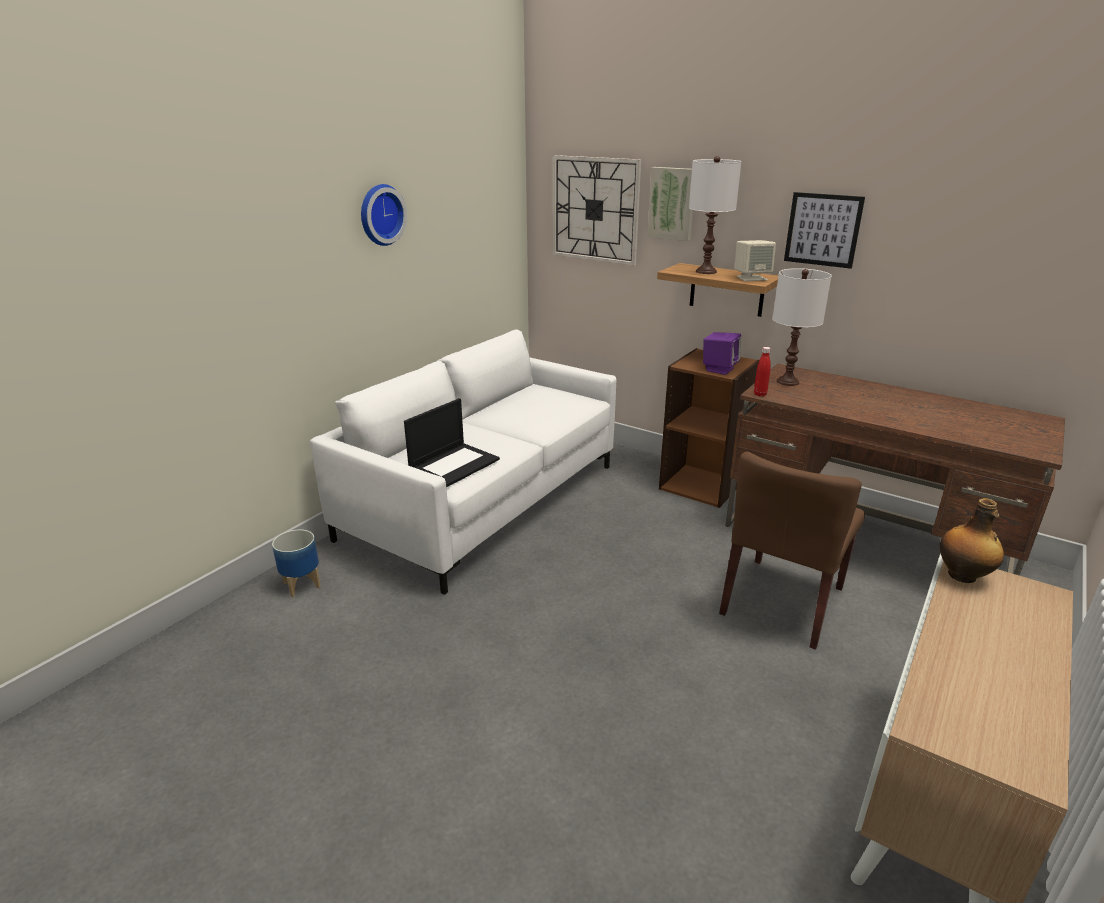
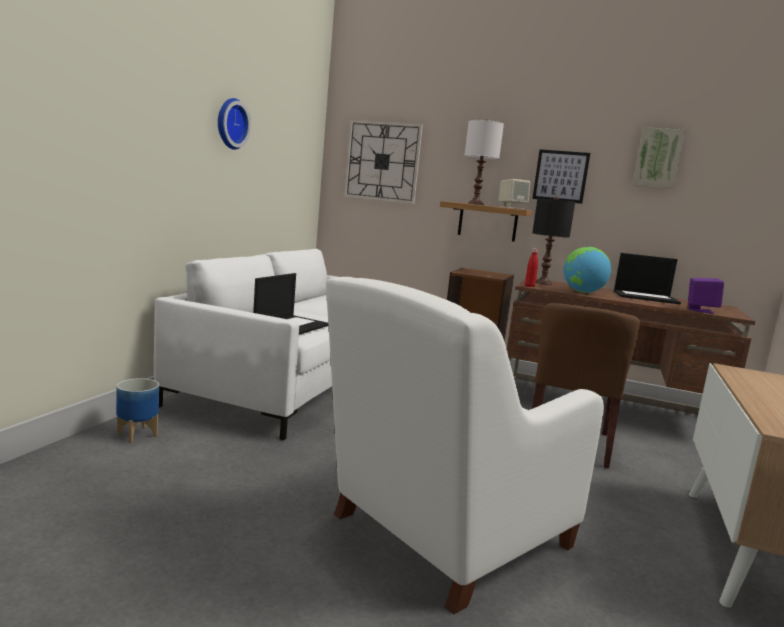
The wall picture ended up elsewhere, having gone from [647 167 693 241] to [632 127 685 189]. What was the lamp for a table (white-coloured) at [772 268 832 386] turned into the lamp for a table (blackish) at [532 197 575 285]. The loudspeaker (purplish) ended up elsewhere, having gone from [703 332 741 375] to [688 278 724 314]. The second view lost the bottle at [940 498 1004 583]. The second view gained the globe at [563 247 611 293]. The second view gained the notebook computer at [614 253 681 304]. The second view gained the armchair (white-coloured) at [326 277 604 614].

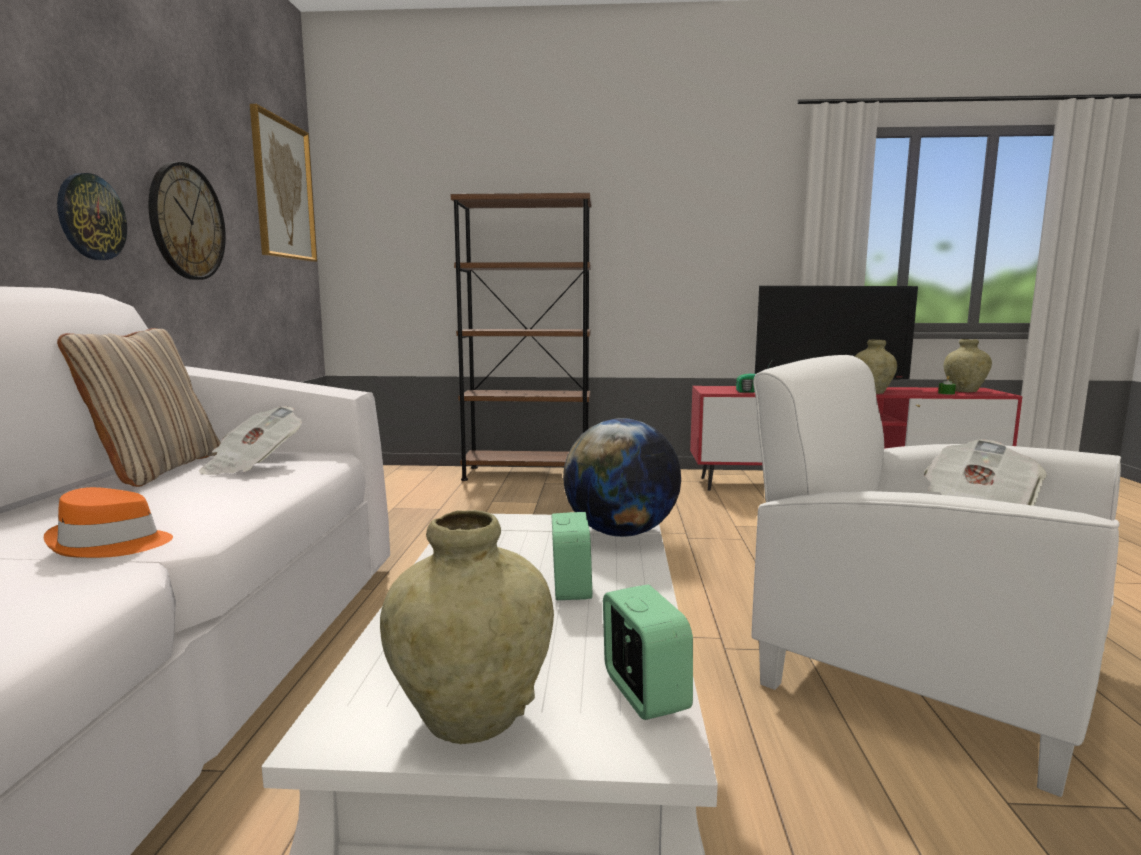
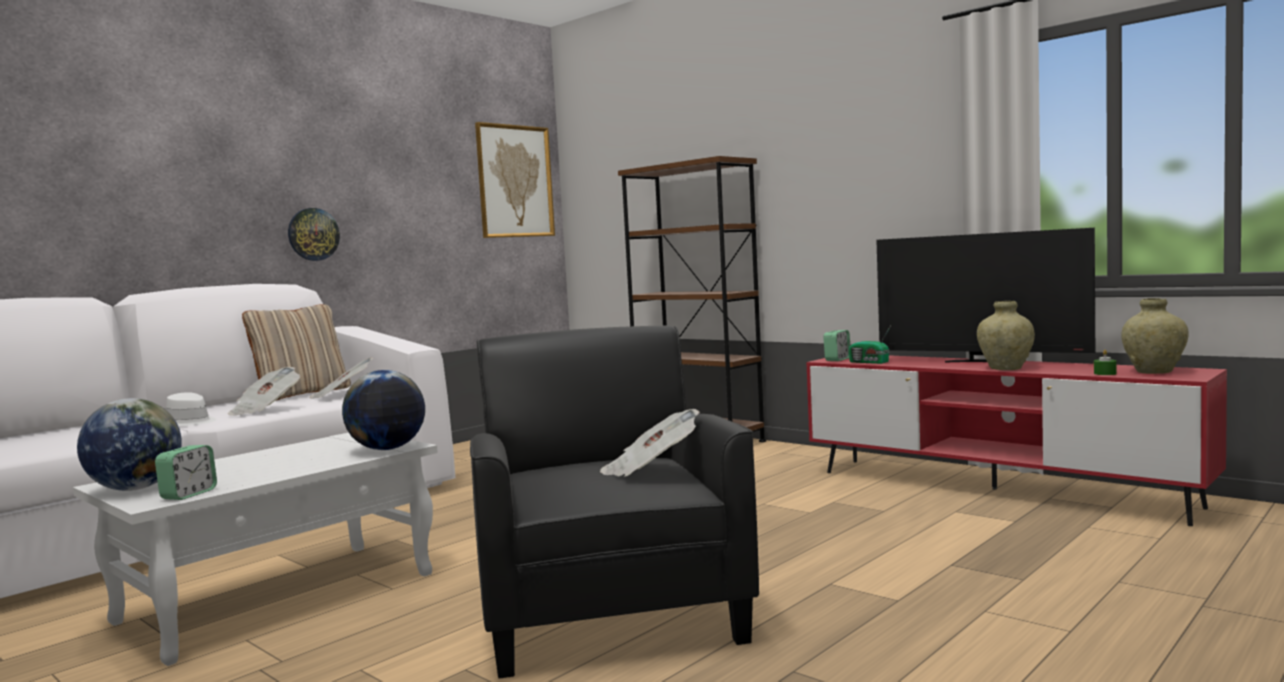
The second view lost the wall clock at [148 162 226 280]. What was the armchair (white-coloured) at [752 355 1121 797] turned into the armchair (blackish) at [470 326 759 679]. What was the wearable hat (orangey) at [44 487 173 558] turned into the wearable hat (white-coloured) at [166 392 216 426]. Where the vase (beige) stood at [380 510 554 744], the globe came to stand at [77 398 182 491]. The table clock ended up elsewhere, having gone from [552 512 592 600] to [823 330 850 361]. The second view gained the newspaper at [228 367 300 416].

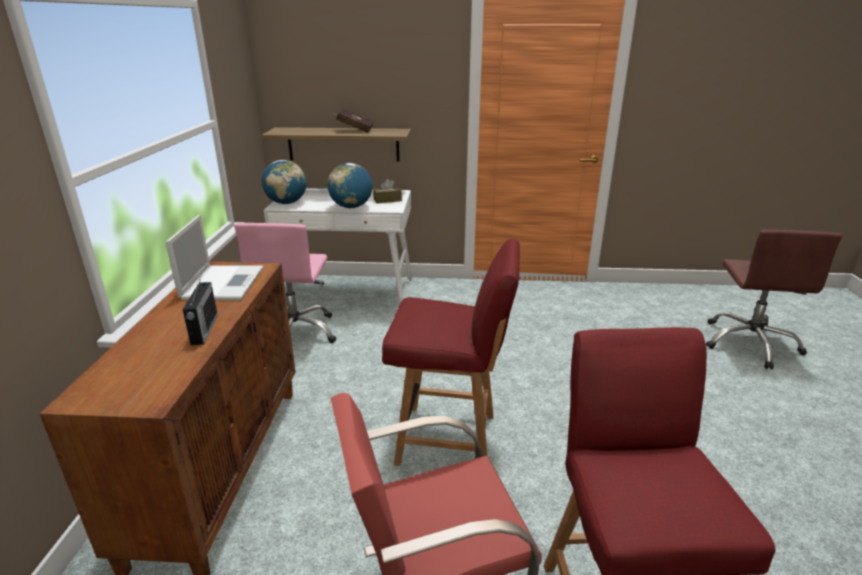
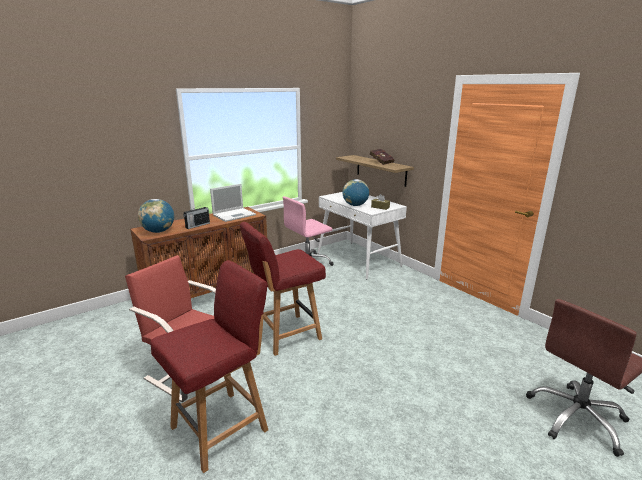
The globe ended up elsewhere, having gone from [262 160 307 204] to [138 199 174 233]. The plain chair (red-coloured) at [382 239 520 466] ended up facing another way, 90 degrees clockwise from before.

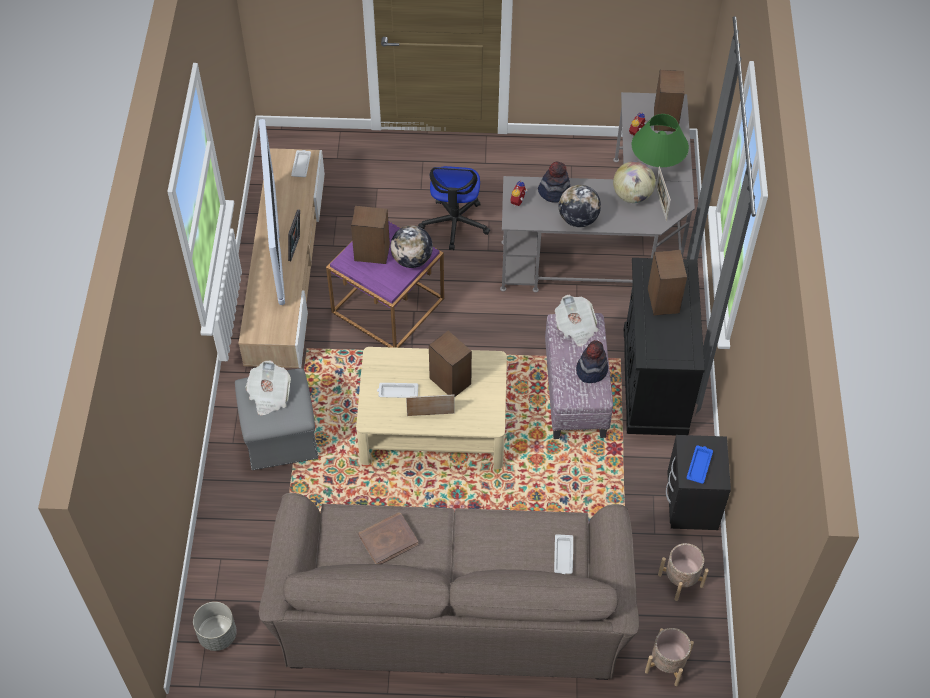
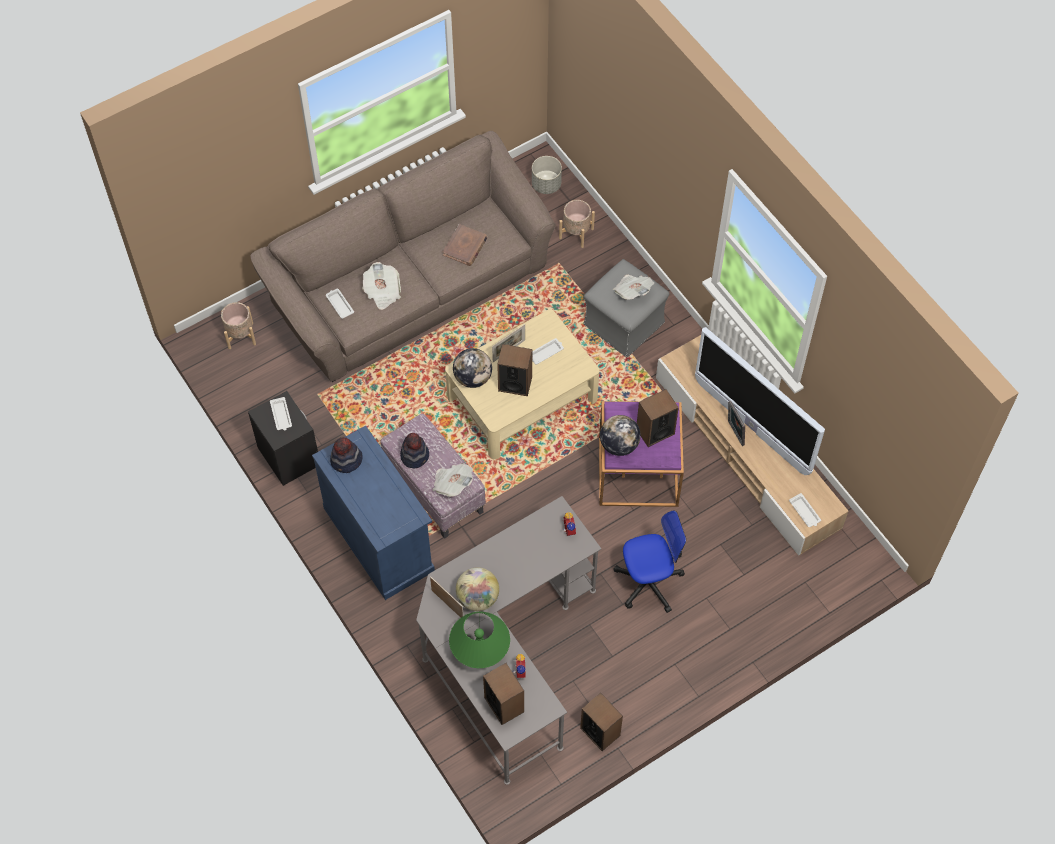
The wearable hat ended up elsewhere, having gone from [538 162 571 203] to [330 437 363 473]. The computer chair at [418 166 490 250] ended up facing another way, 105 degrees clockwise from before. The globe ended up elsewhere, having gone from [559 185 601 227] to [453 348 492 388]. The loudspeaker ended up elsewhere, having gone from [648 250 687 315] to [580 693 623 751]. What was the storage cabinet (blackish) at [624 258 705 435] turned into the storage cabinet (blue-coloured) at [312 426 435 600]. What was the carrying tray (blue-coloured) at [687 445 713 484] turned into the carrying tray (white-coloured) at [270 397 292 431]. The plant pot (beige) ended up elsewhere, having gone from [658 543 709 601] to [559 200 595 248]. The second view gained the newspaper at [362 262 401 310].

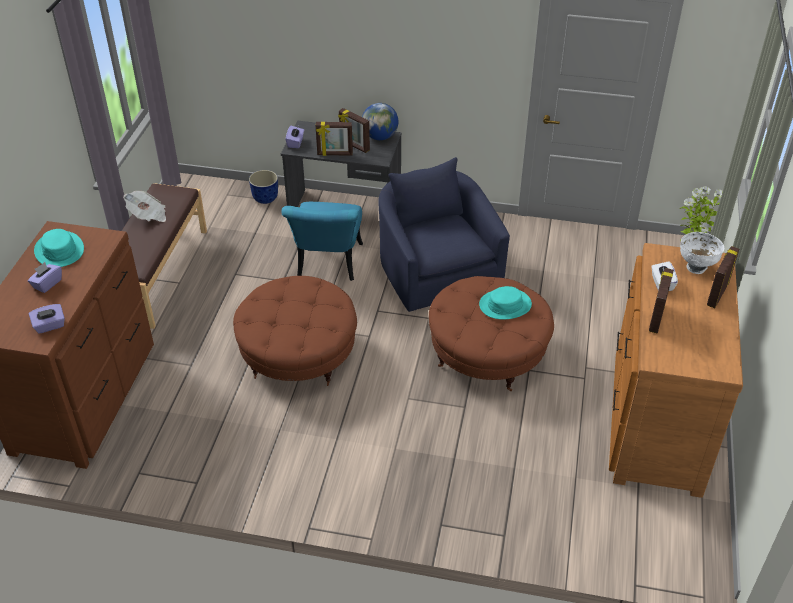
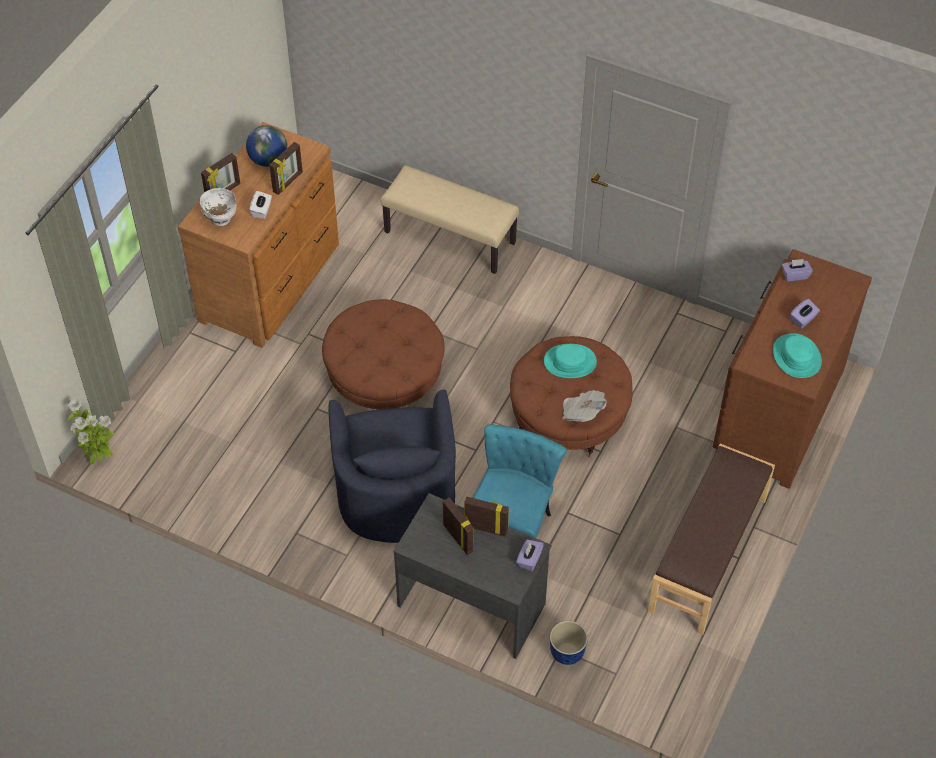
The globe ended up elsewhere, having gone from [362 103 398 140] to [246 125 287 167]. The newspaper ended up elsewhere, having gone from [123 191 166 222] to [563 390 607 422]. The wearable hat (turquoise) ended up elsewhere, having gone from [479 286 532 319] to [544 344 597 378]. The second view gained the long seat (beige) at [381 166 519 274].

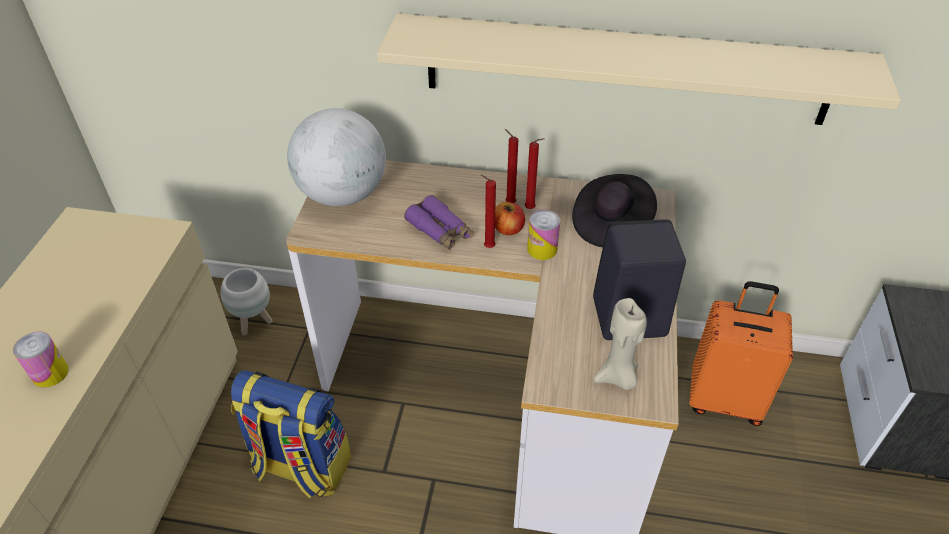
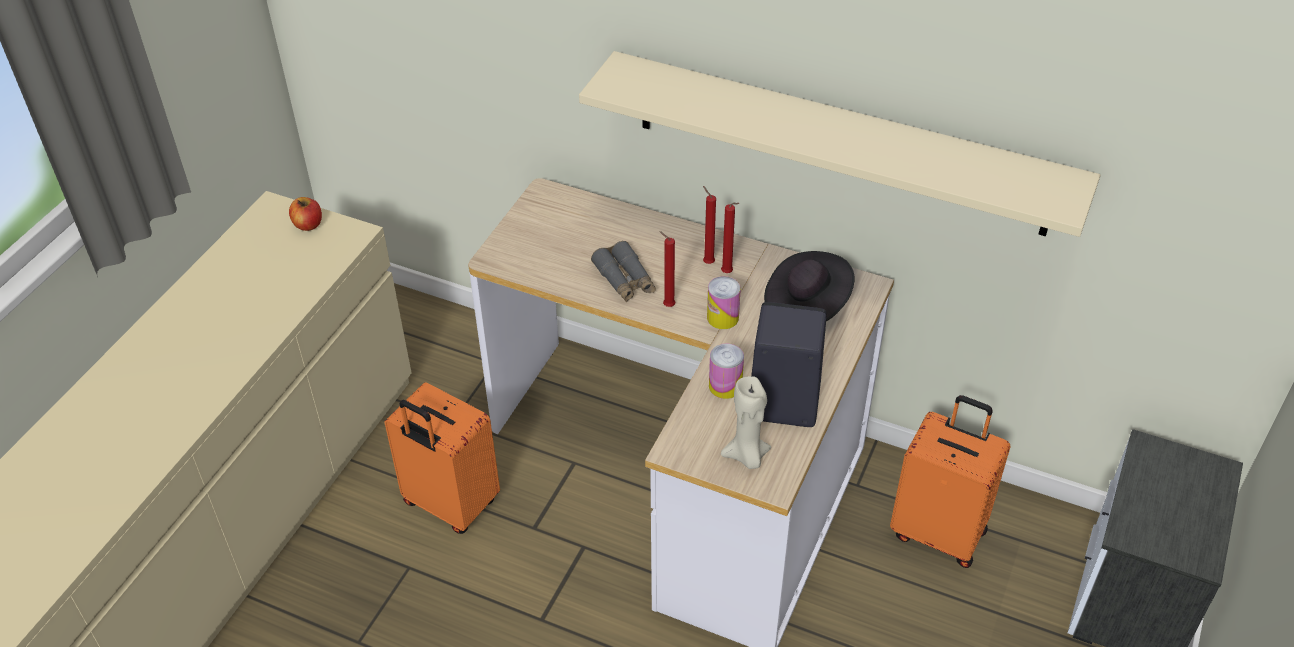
The second view lost the globe at [287 108 386 206]. What was the pair of binoculars (purplish) at [404 195 474 250] turned into the pair of binoculars (greyish) at [591 241 656 302]. The apple fruit ended up elsewhere, having gone from [495 202 525 235] to [289 197 322 231]. The second view lost the plant pot (white-coloured) at [221 268 273 335]. The sealed can ended up elsewhere, having gone from [13 331 69 388] to [709 343 744 399]. Where the rucksack stood at [231 370 351 498], the suitcase (orangey) came to stand at [384 382 500 534].

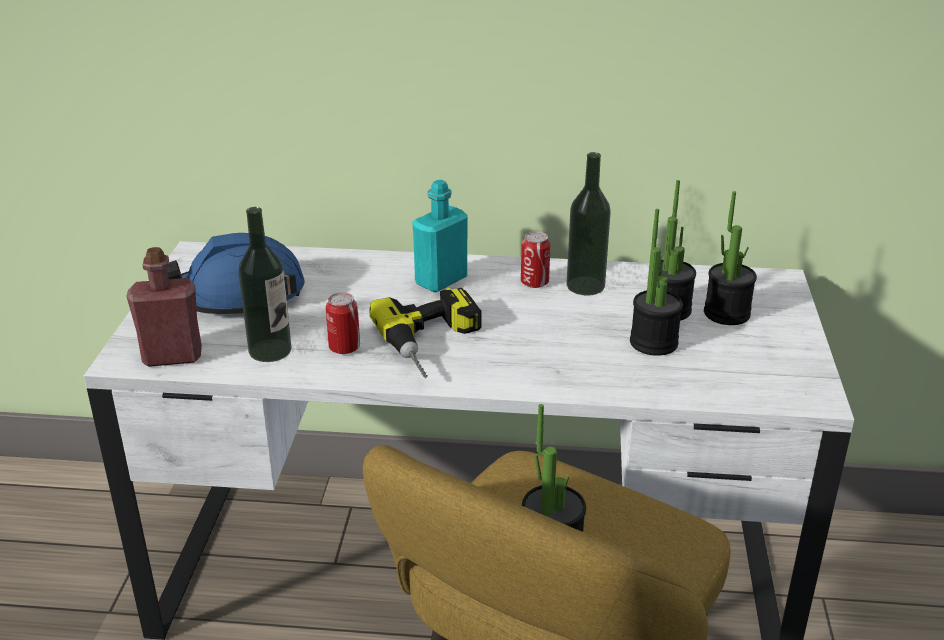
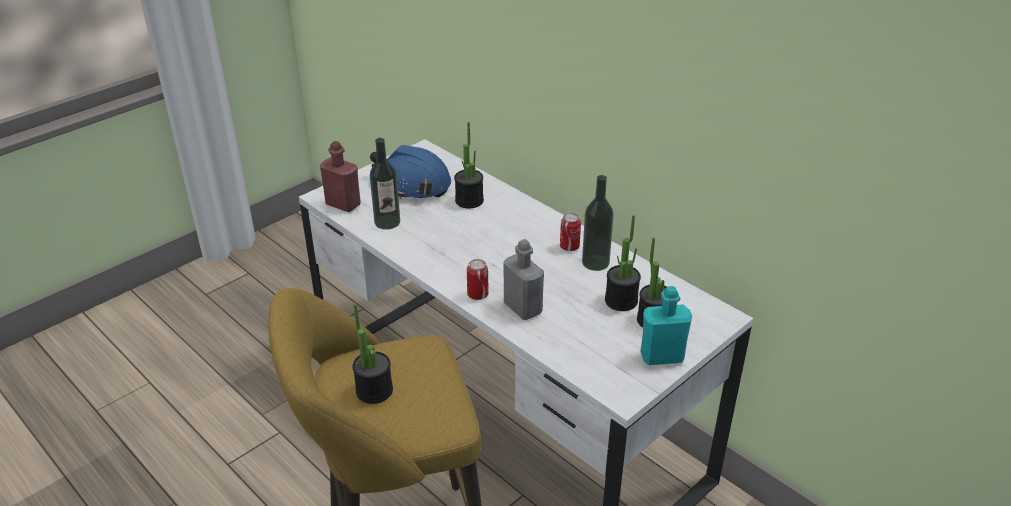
The bottle (turquoise) ended up elsewhere, having gone from [412 180 468 292] to [640 286 692 365]. The potted plant ended up elsewhere, having gone from [630 209 683 356] to [454 122 484 208]. The second view lost the drill at [370 288 481 378]. The sealed can ended up elsewhere, having gone from [326 292 360 354] to [467 259 489 300]. The second view gained the bottle (greyish) at [503 239 544 320].

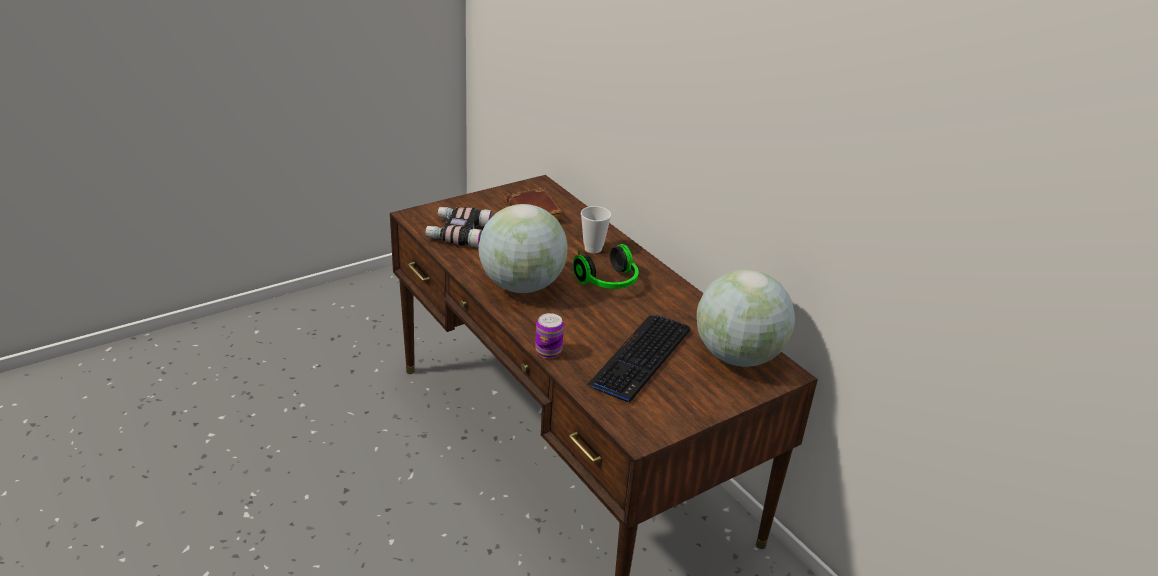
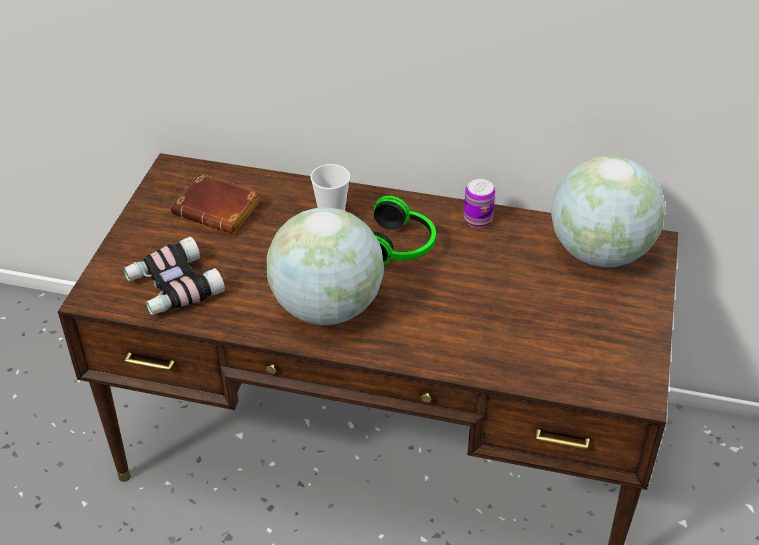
The sealed can ended up elsewhere, having gone from [535 313 564 358] to [464 179 495 228]. The second view lost the PC keyboard at [587 315 690 404].

